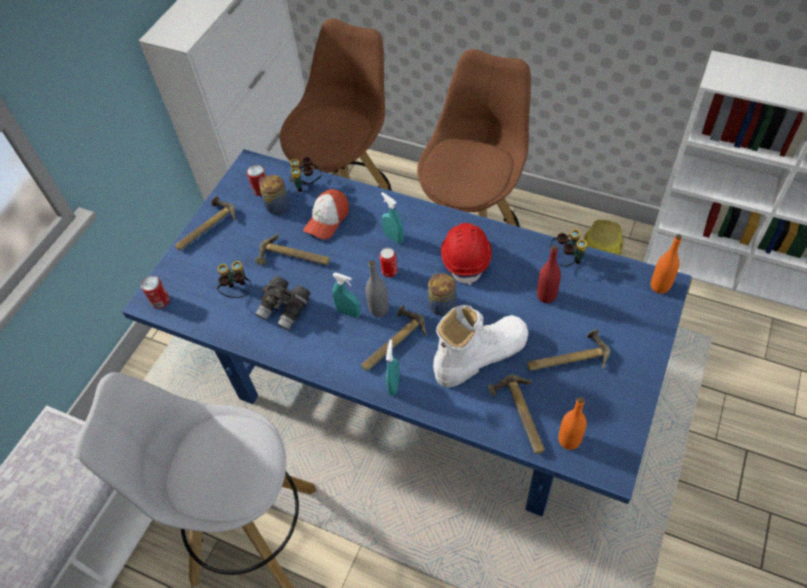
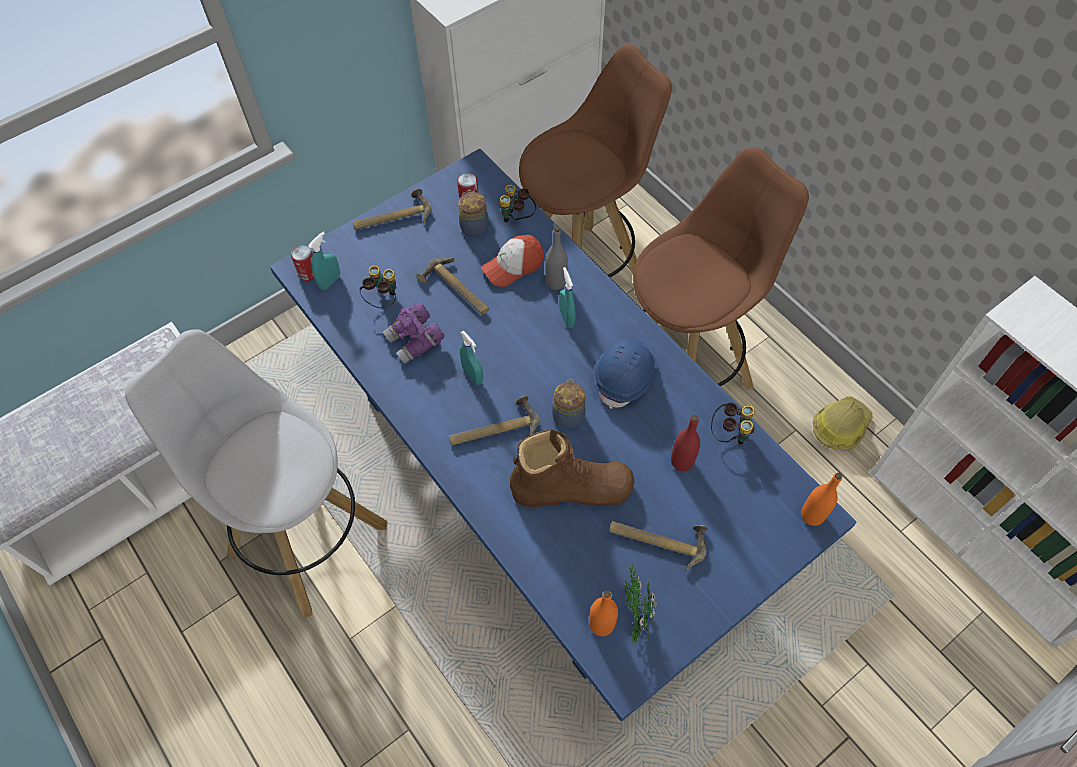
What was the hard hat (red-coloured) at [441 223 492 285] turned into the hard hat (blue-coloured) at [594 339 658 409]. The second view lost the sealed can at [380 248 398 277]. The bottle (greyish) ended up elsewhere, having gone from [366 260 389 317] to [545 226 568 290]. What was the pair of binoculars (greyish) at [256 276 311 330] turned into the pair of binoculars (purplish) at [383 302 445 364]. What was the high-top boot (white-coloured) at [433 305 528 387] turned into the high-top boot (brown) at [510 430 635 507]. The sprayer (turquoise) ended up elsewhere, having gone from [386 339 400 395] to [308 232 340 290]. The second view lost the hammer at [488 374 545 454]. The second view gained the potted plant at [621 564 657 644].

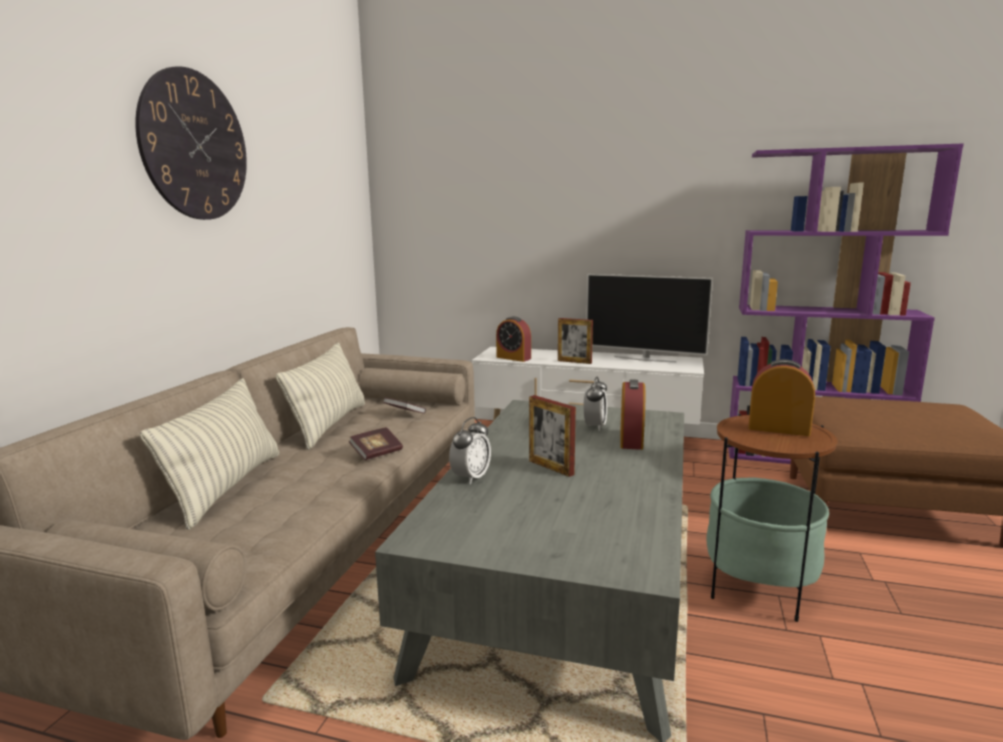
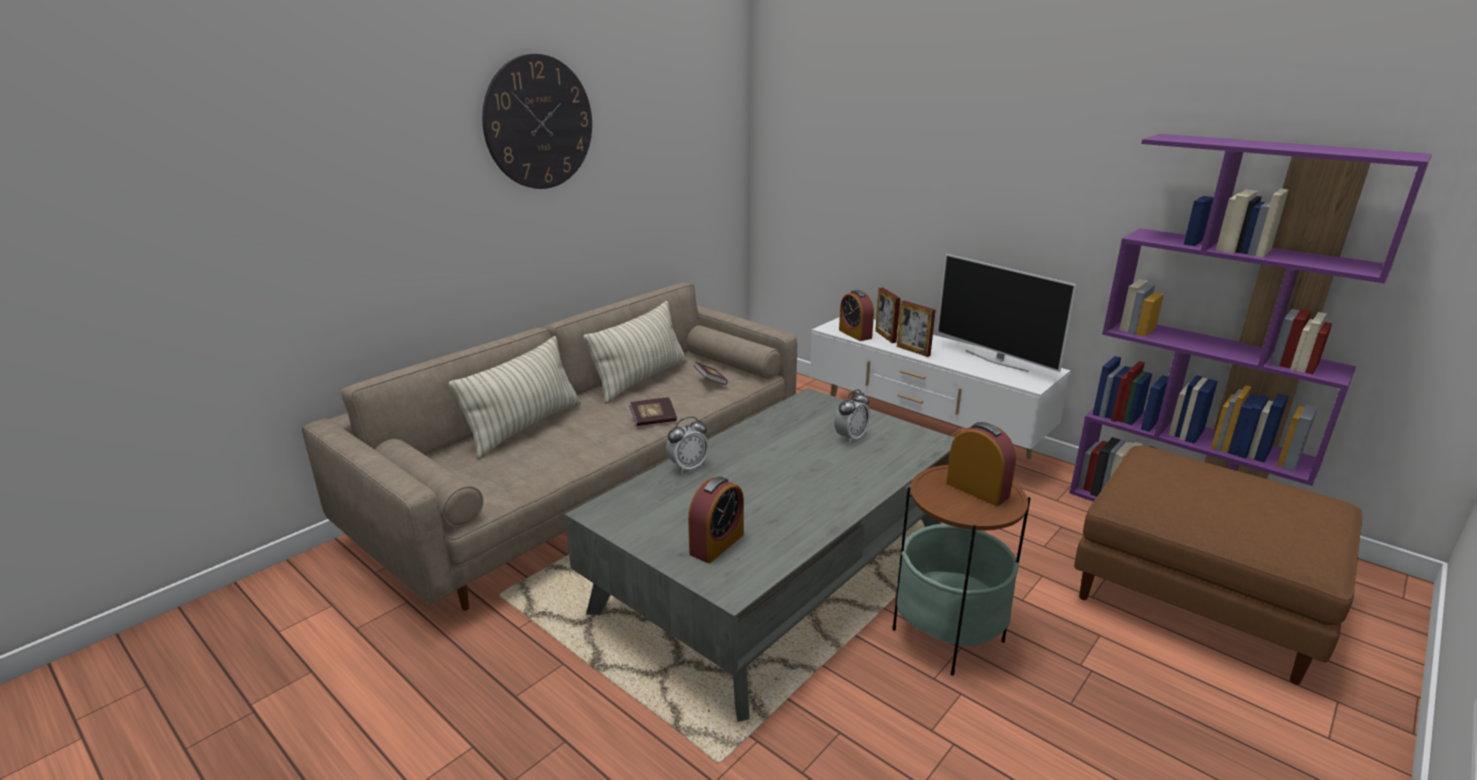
The table clock ended up elsewhere, having gone from [620 379 645 450] to [688 476 744 563]. The photo frame ended up elsewhere, having gone from [529 395 576 477] to [875 287 901 343].

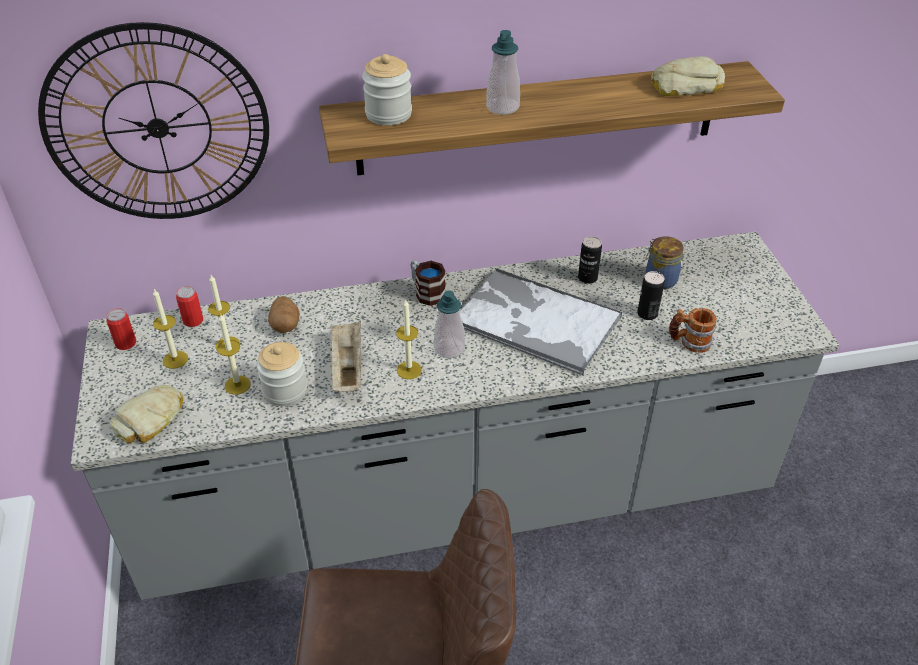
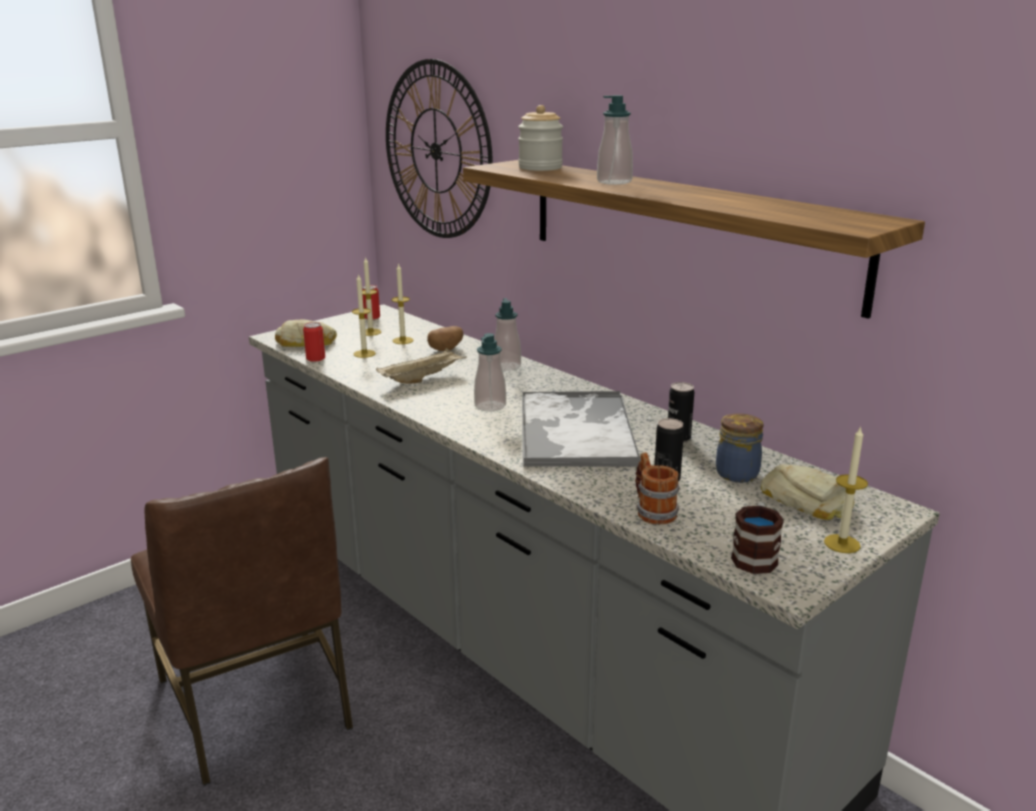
The bakery bread ended up elsewhere, having gone from [651 56 725 96] to [761 464 854 520]. The coffee mug ended up elsewhere, having gone from [410 260 446 306] to [731 502 784 574]. The sealed can ended up elsewhere, having gone from [176 286 203 327] to [303 322 325 362]. The candle ended up elsewhere, having gone from [396 299 422 379] to [824 426 868 553]. The second view lost the storage jar at [256 342 307 406]. The second view gained the liquid soap bottle at [494 298 521 371].

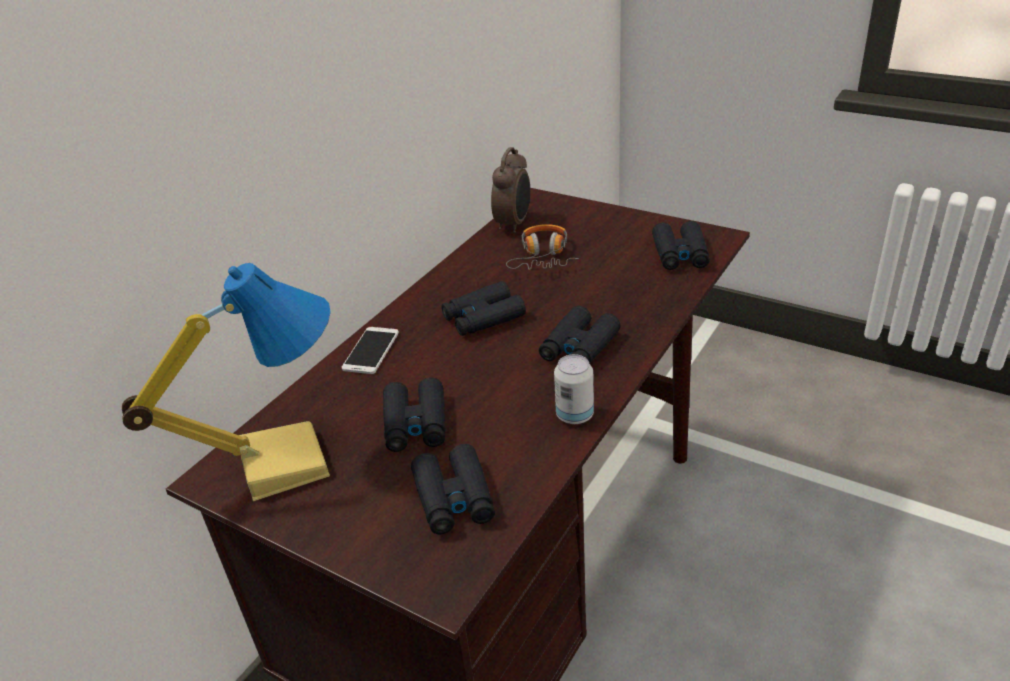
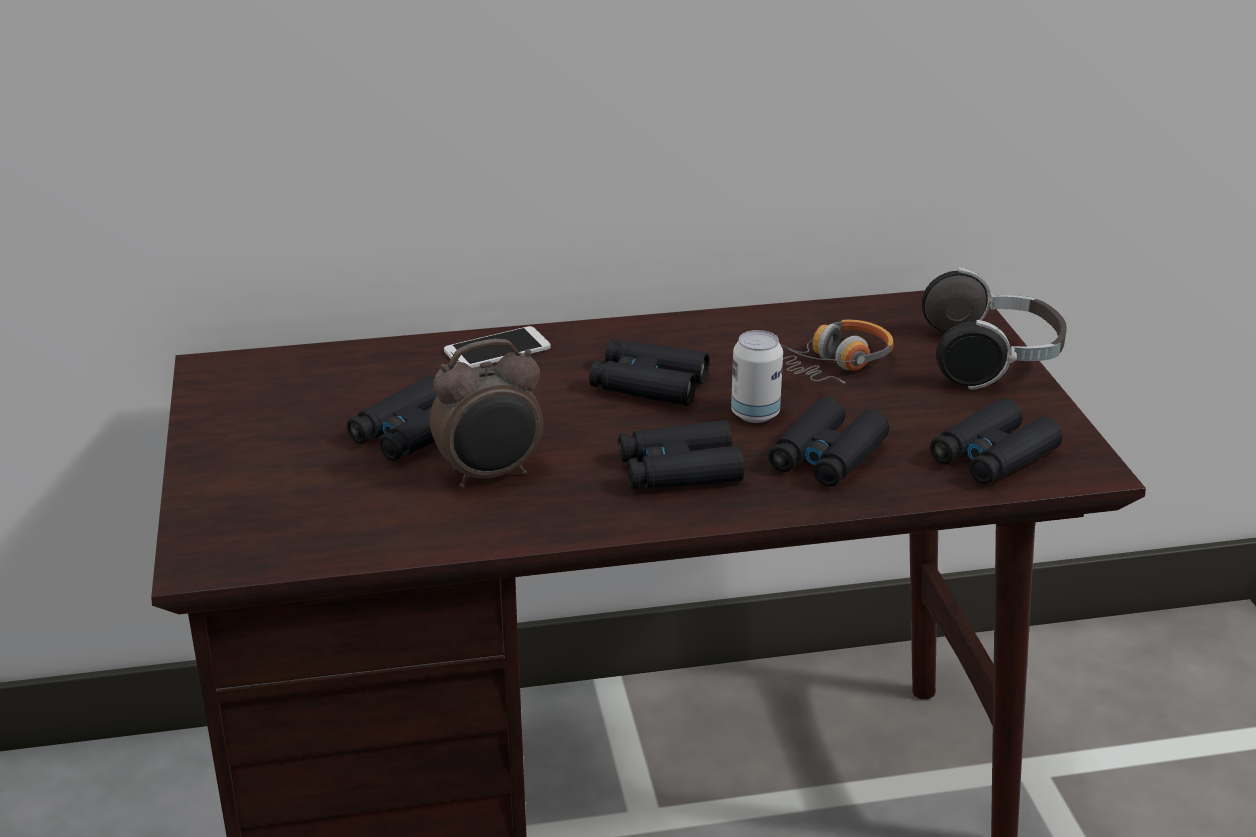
The table clock ended up elsewhere, having gone from [491 147 530 233] to [429 339 544 488]. The second view lost the lamp for a table at [122 263 331 501]. The sealed can ended up elsewhere, having gone from [554 354 594 424] to [731 330 783 423]. The pair of binoculars (blackish) ended up elsewhere, having gone from [411 444 495 535] to [768 396 890 487]. The second view gained the pair of headphones at [922 267 1067 390].

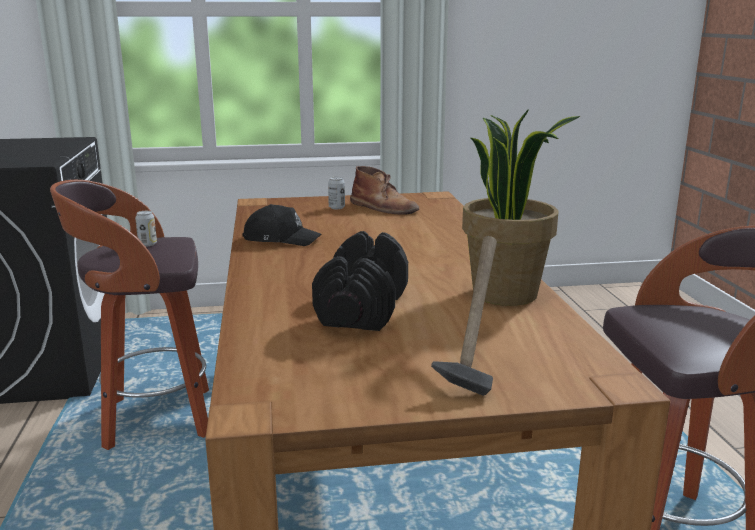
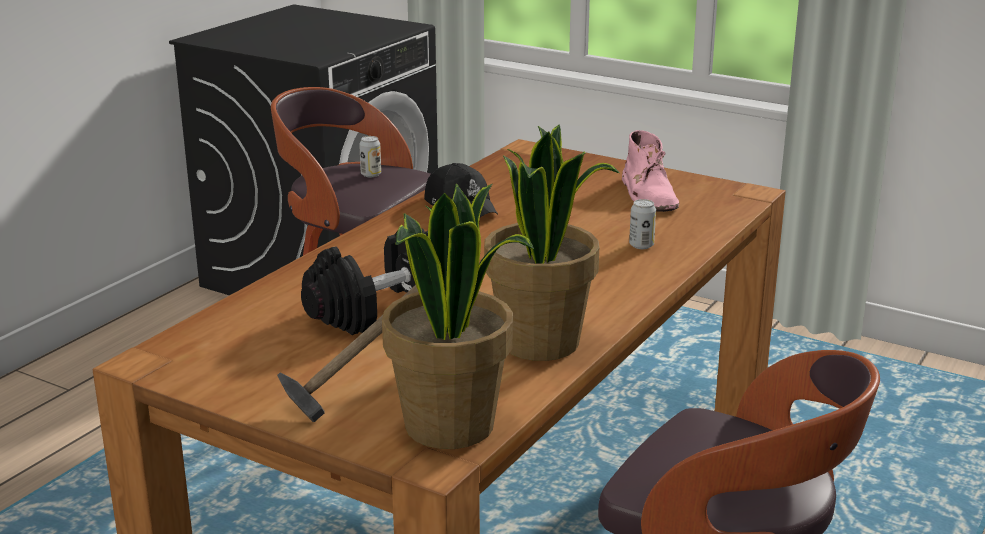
What was the high-top boot (brown) at [350 166 419 215] turned into the high-top boot (pink-coloured) at [622 130 679 212]. The sealed can ended up elsewhere, having gone from [328 177 345 209] to [629 199 656 249]. The second view gained the potted plant at [382 184 534 449].

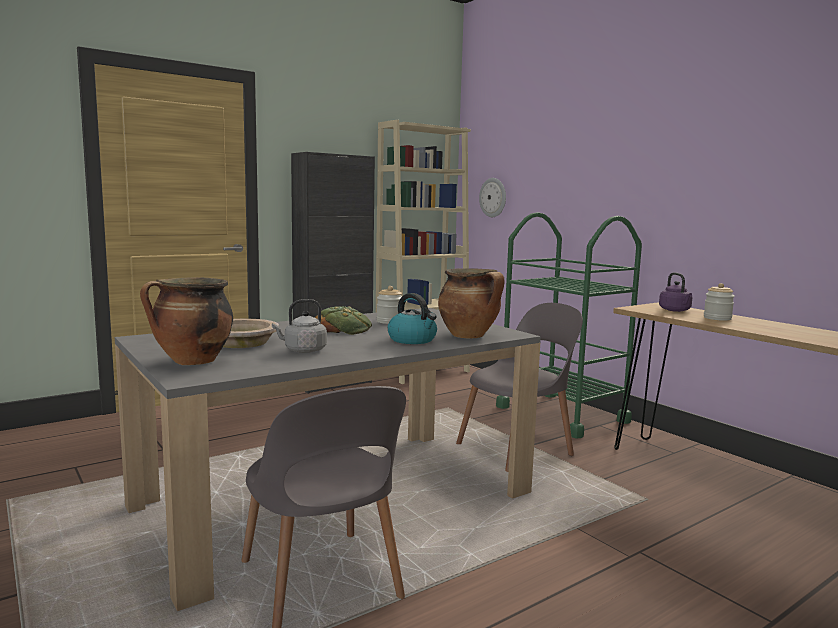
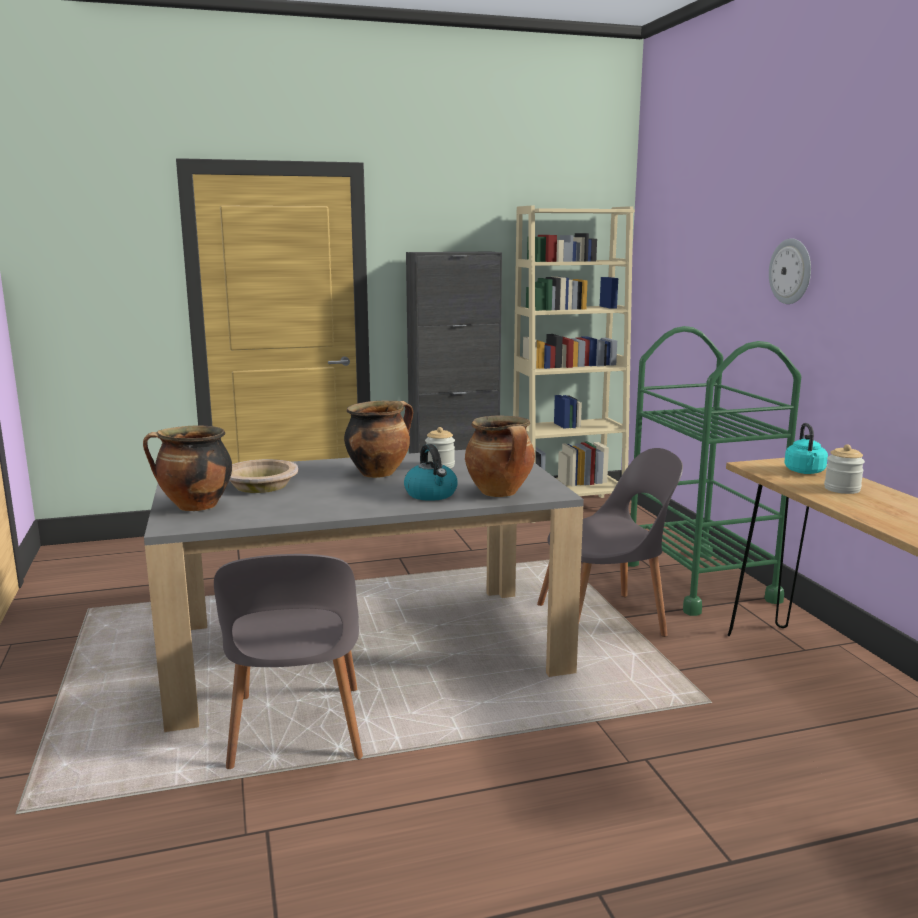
The wall clock ended up elsewhere, having gone from [479 178 506 217] to [769 238 811 304]. What was the water kettle (purplish) at [659 272 693 312] turned into the water kettle (turquoise) at [784 423 828 474]. The second view lost the water kettle (greyish) at [272 299 327 353]. Where the bakery bread stood at [315 306 372 335], the stockpot came to stand at [344 401 413 478].

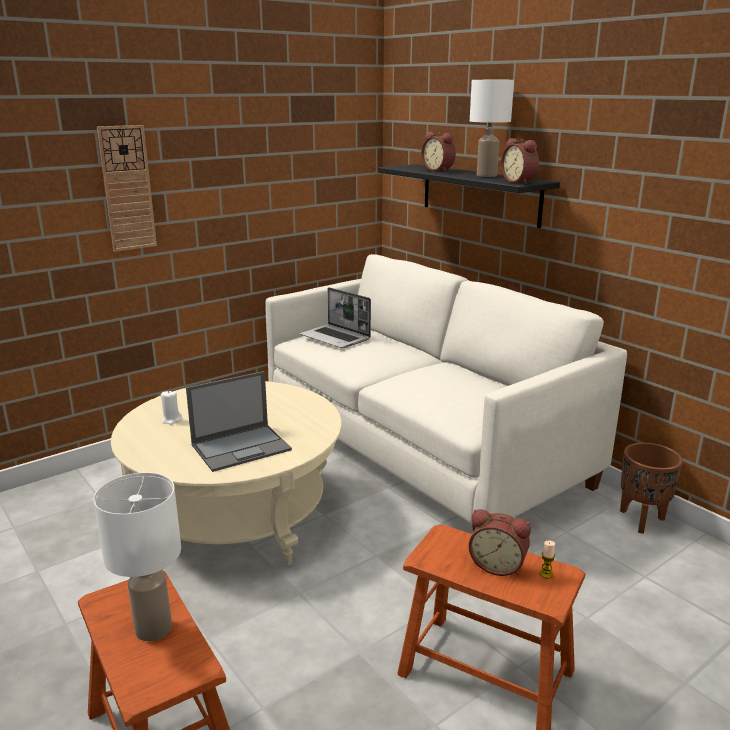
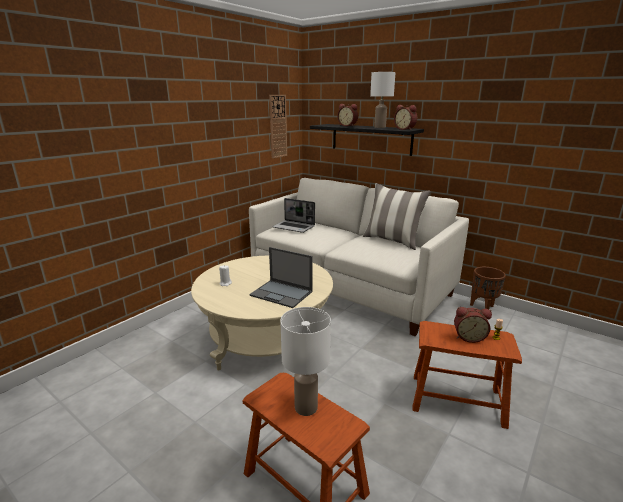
The wall clock ended up elsewhere, having gone from [97 125 157 252] to [269 95 287 158]. The notebook computer at [186 371 292 472] ended up facing another way, 75 degrees clockwise from before. The second view gained the throw pillow at [363 183 430 250].

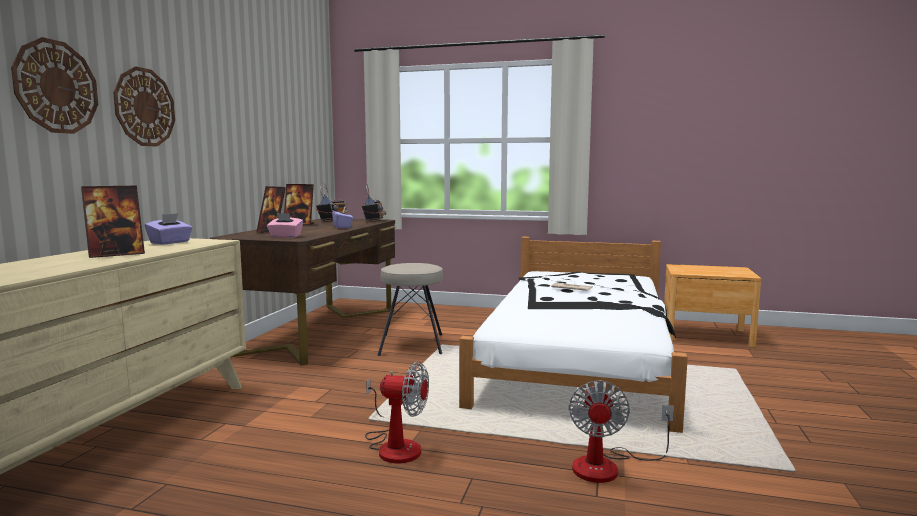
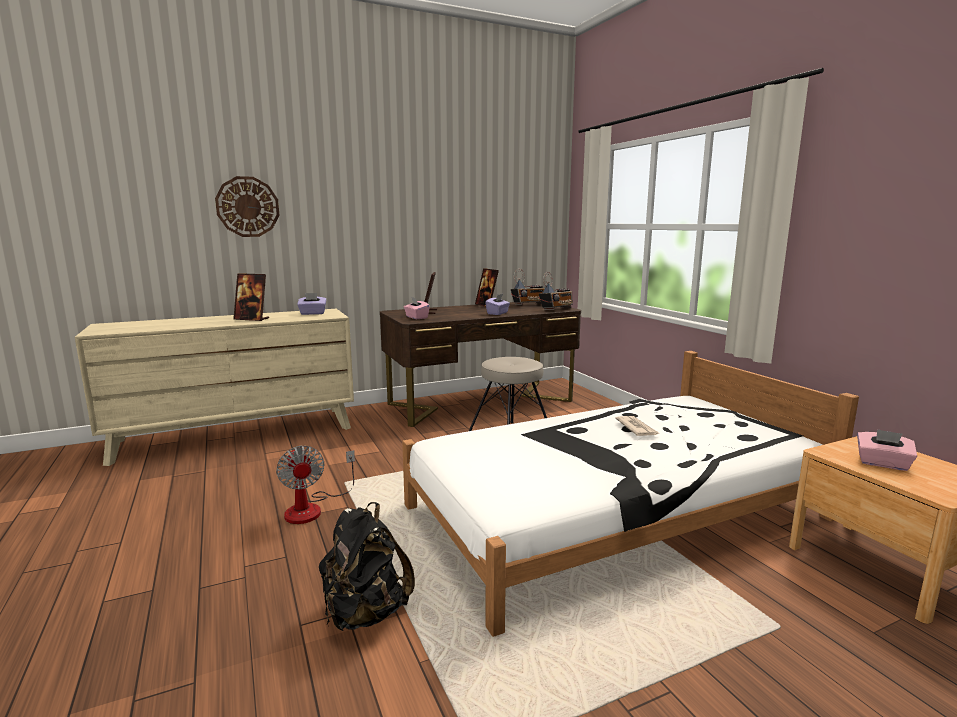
The second view lost the wall clock at [113 66 175 147]. Where the fan stood at [569 380 674 483], the rucksack (blackish) came to stand at [319 502 415 631]. The second view gained the tissue box (pink-coloured) at [857 429 917 471].

